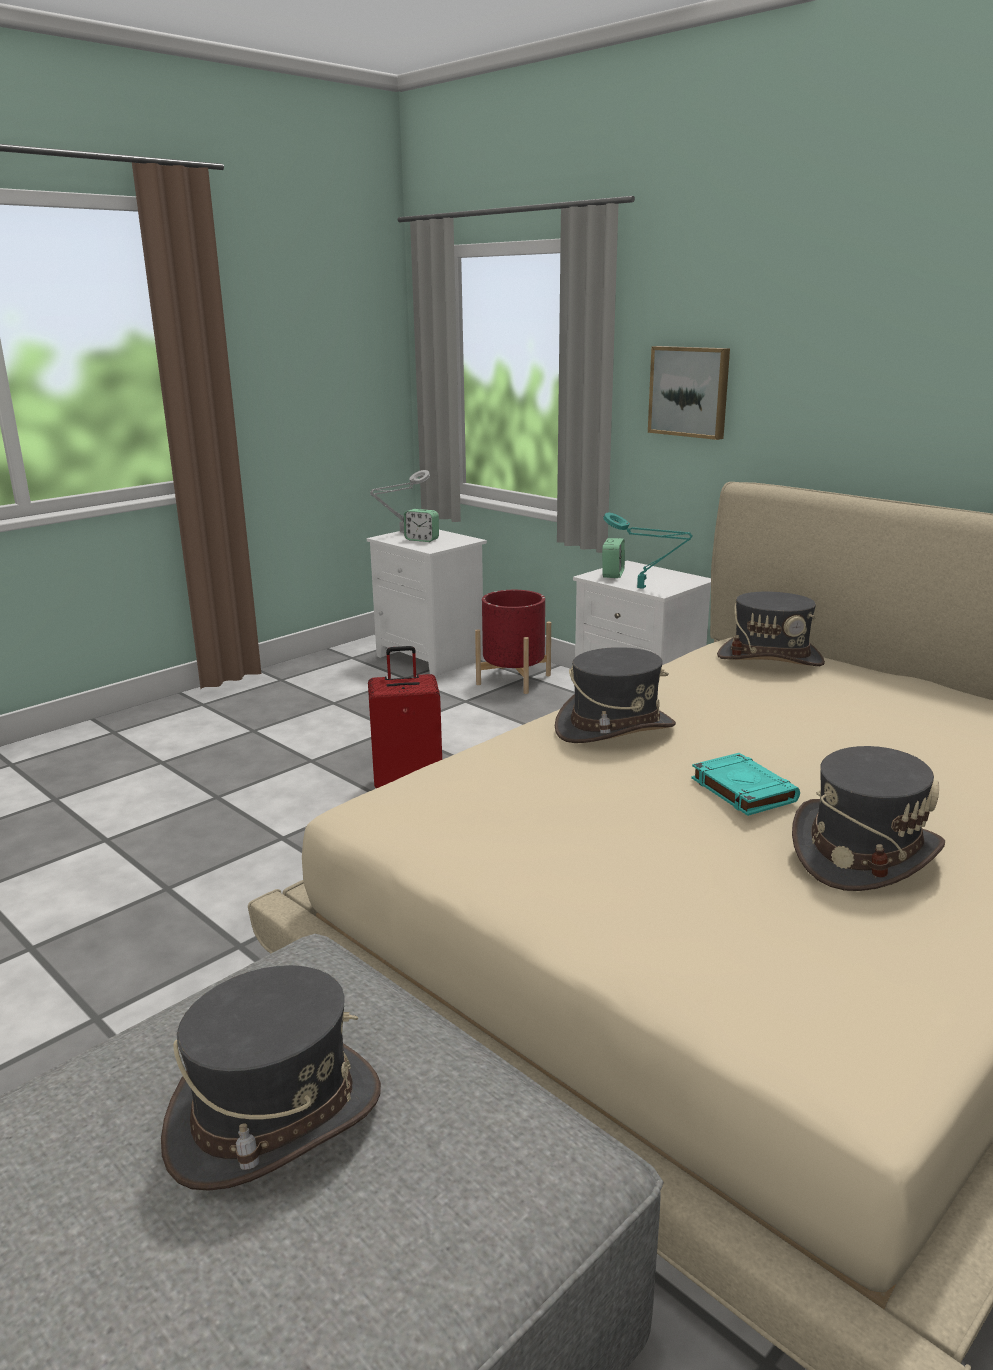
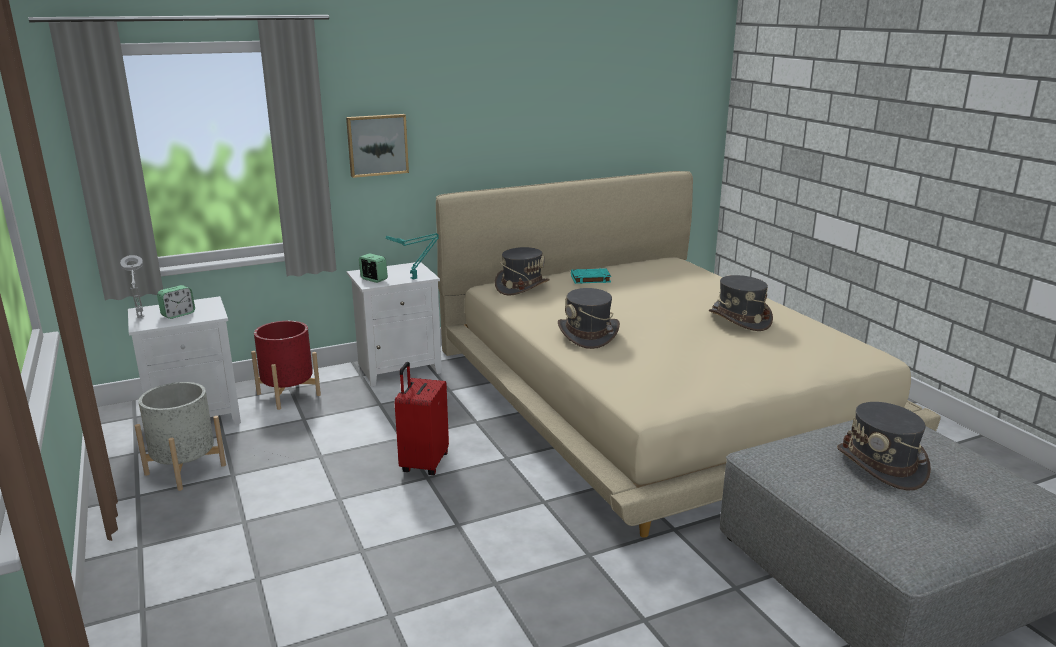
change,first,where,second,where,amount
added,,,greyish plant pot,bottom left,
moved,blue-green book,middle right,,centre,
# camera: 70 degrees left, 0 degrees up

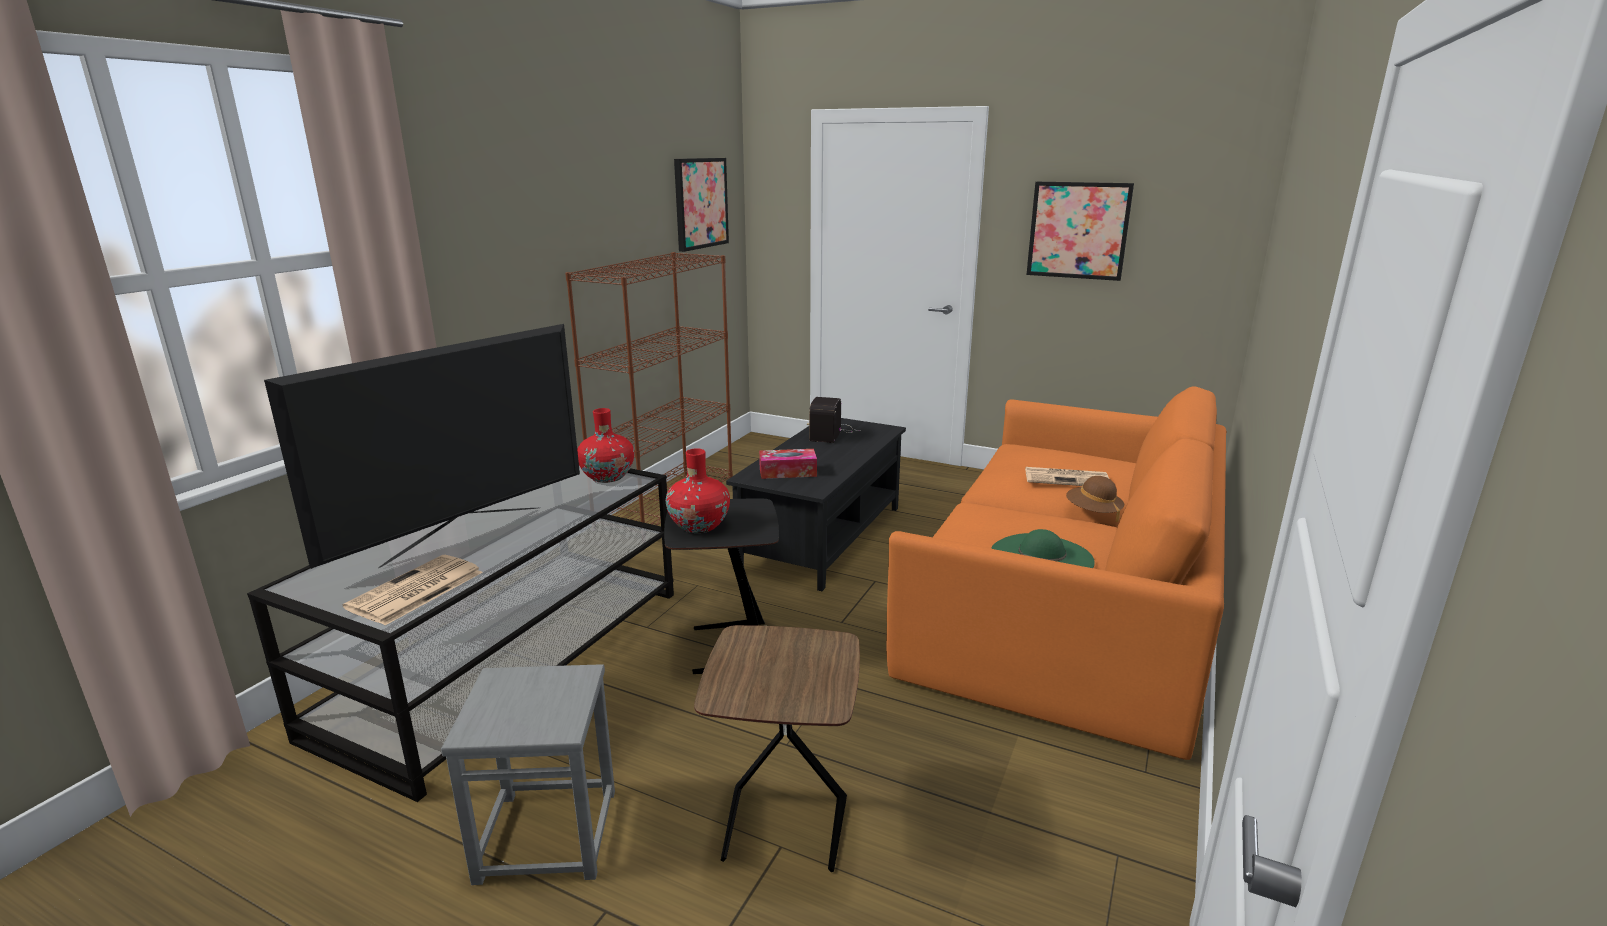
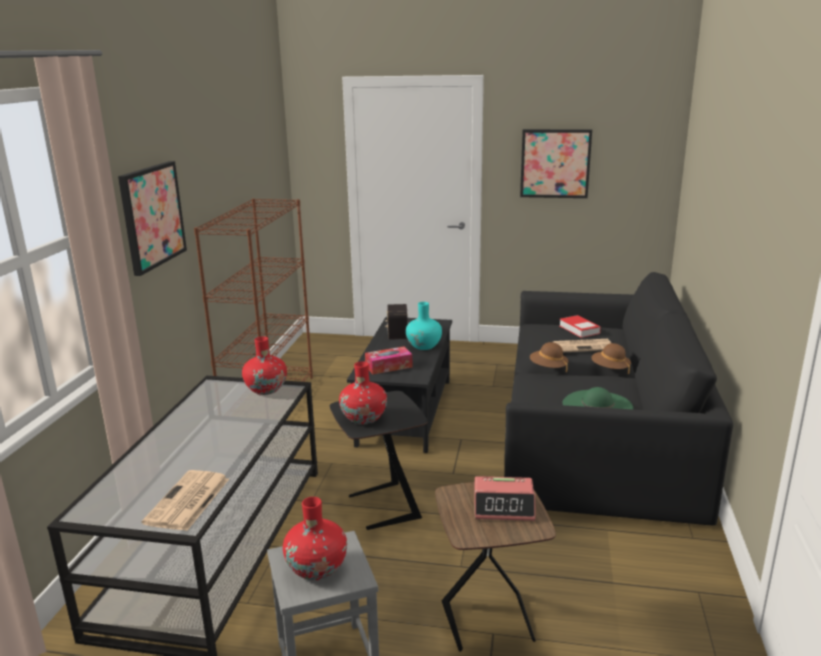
change,first,where,second,where,amount
removed,television,middle left,,,
added,,,red flower vase (2nd from left),bottom centre,
added,,,blue-green flower vase,centre,
added,,,bedside clock,bottom centre,
added,,,brownish wearable hat (1st from left),middle right,
added,,,book,middle right,
moved,wall picture (1st from left),top centre,,top left,
recoloured,orangey couch,centre,black couch,middle right,
# camera: 15 degrees left, 0 degrees up

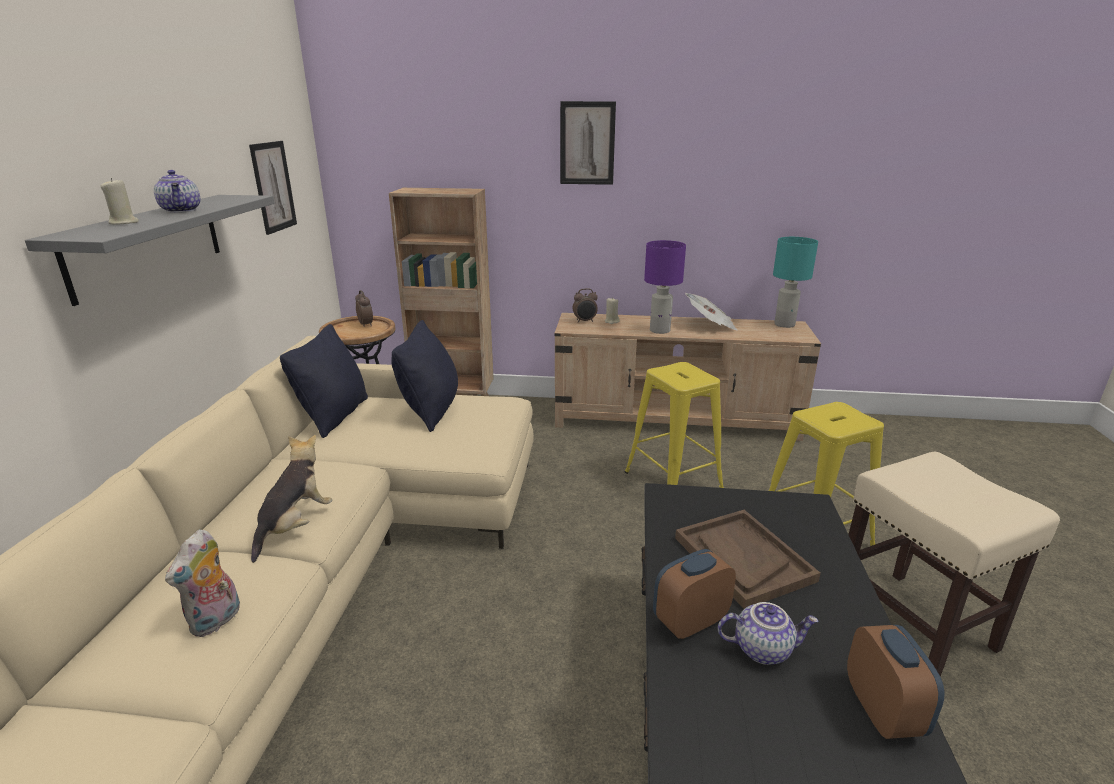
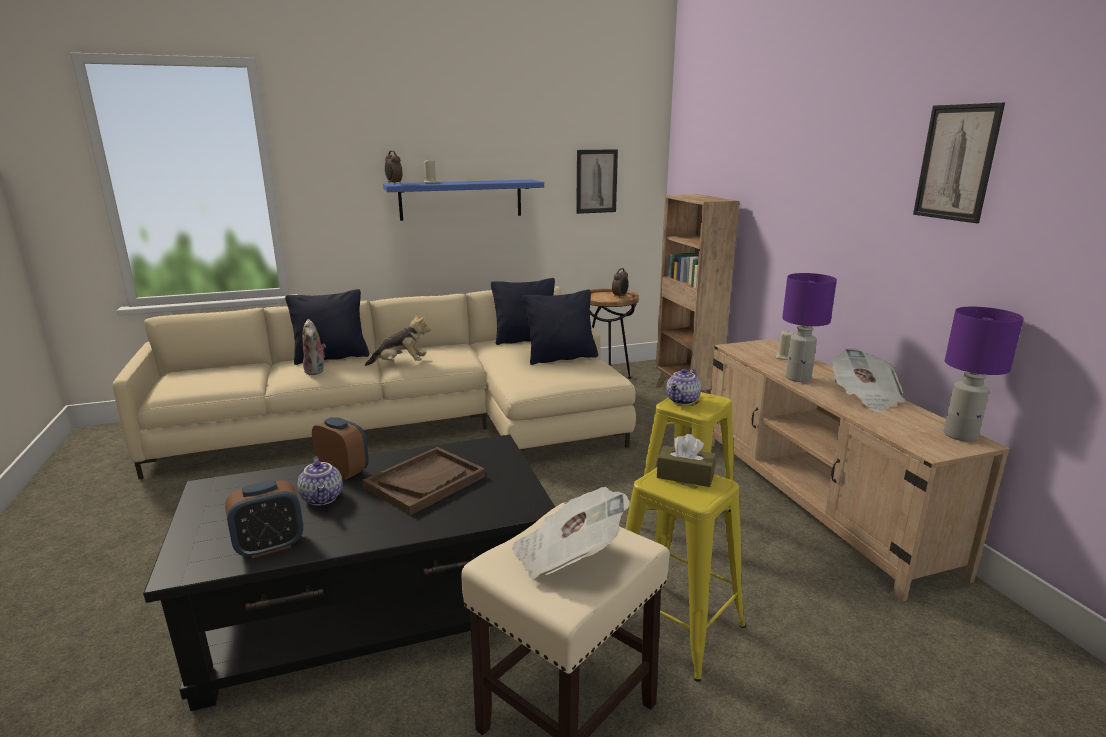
change,first,where,second,where,amount
added,,,black cushion (1st from left),middle left,
added,,,printed paper (1st from left),bottom centre,
added,,,brownish tissue box,centre,
moved,teapot (1st from left in the first image),top left,teapot (2nd from left),centre,
moved,wall picture (2nd from left),top centre,,top right,
moved,bedside clock (2nd from left in the first image),centre,bedside clock (3rd from left),top centre,
recoloured,greyish shelf,top left,bluish shelf,top centre,
recoloured,blue-green tabletop lamp,middle right,purplish tabletop lamp (2nd from left),middle right,
turned,plush toy (1st from left),bottom left,,middle left,105 degrees counterclockwise
# camera: 65 degrees right, 5 degrees down

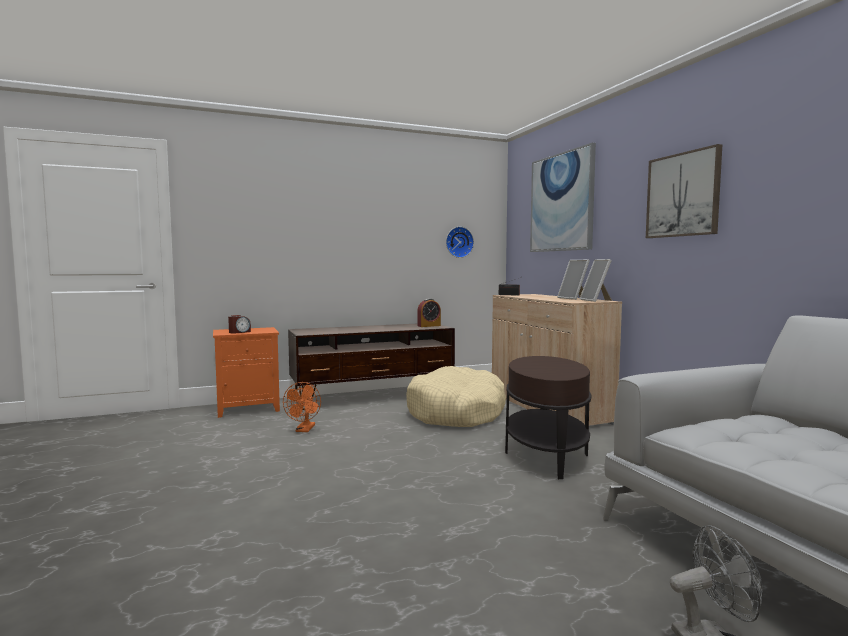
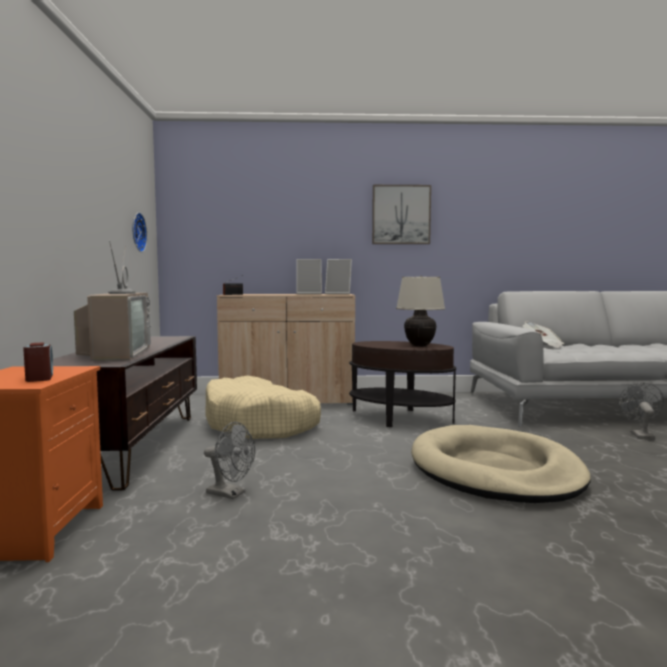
change,first,where,second,where,amount
removed,bedside clock (2nd from left),centre,,,
removed,wall picture (1st from left),top centre,,,
added,,,television,middle left,
added,,,beige-coloured tabletop lamp,centre,
added,,,beige-coloured dog cushion (2nd from left),bottom right,
added,,,printed paper,middle right,
recoloured,orangey electric fan,centre,greyish electric fan (1st from left),bottom centre,
# camera: 70 degrees left, 0 degrees up

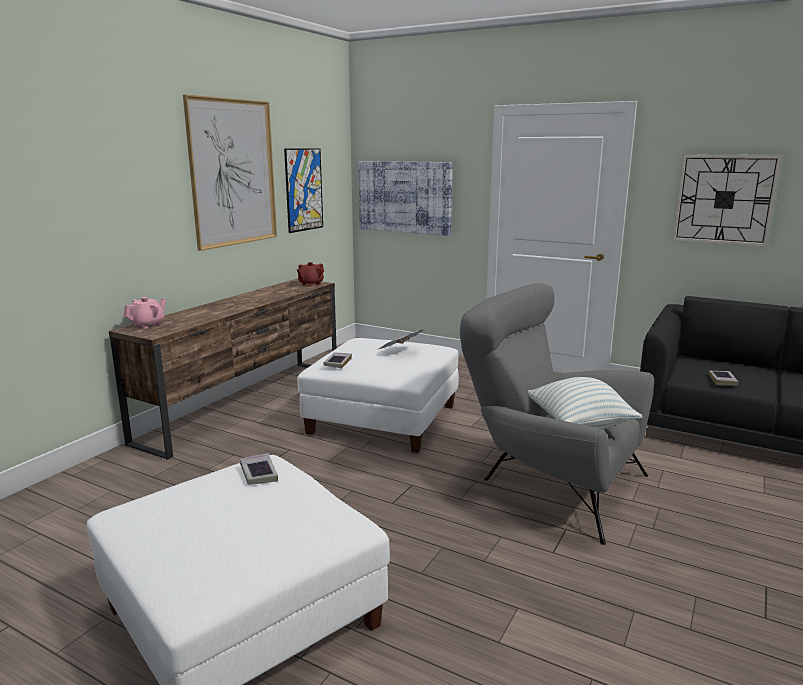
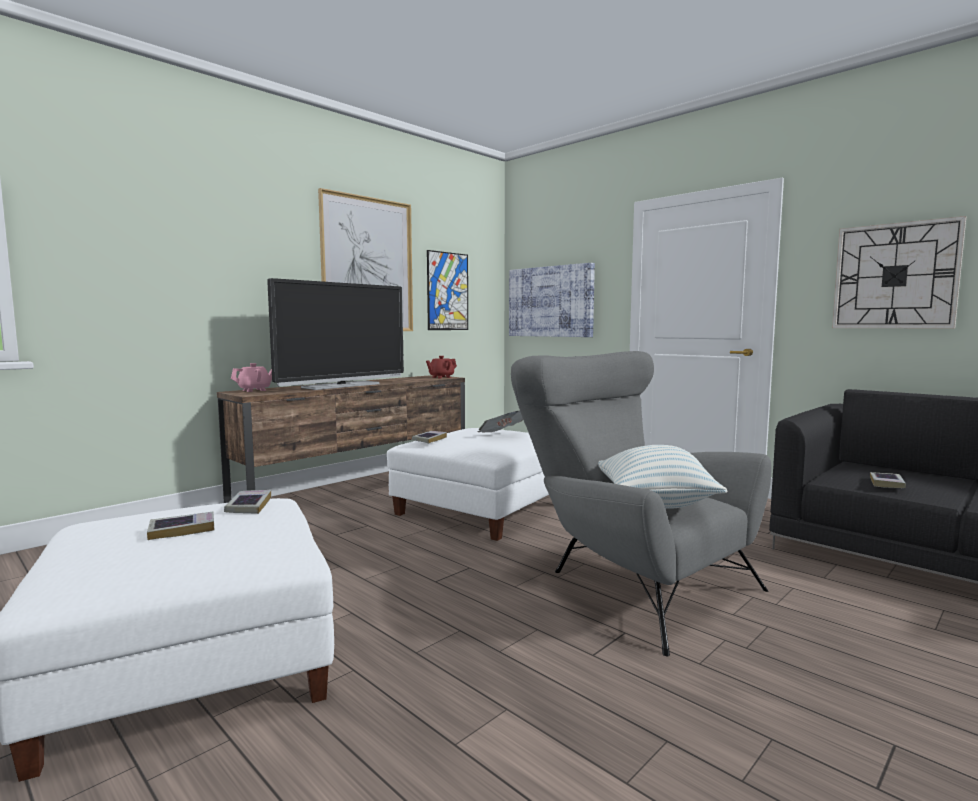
change,first,where,second,where,amount
added,,,book (1st from left),middle left,
added,,,television,centre,
# camera: 15 degrees right, 10 degrees down

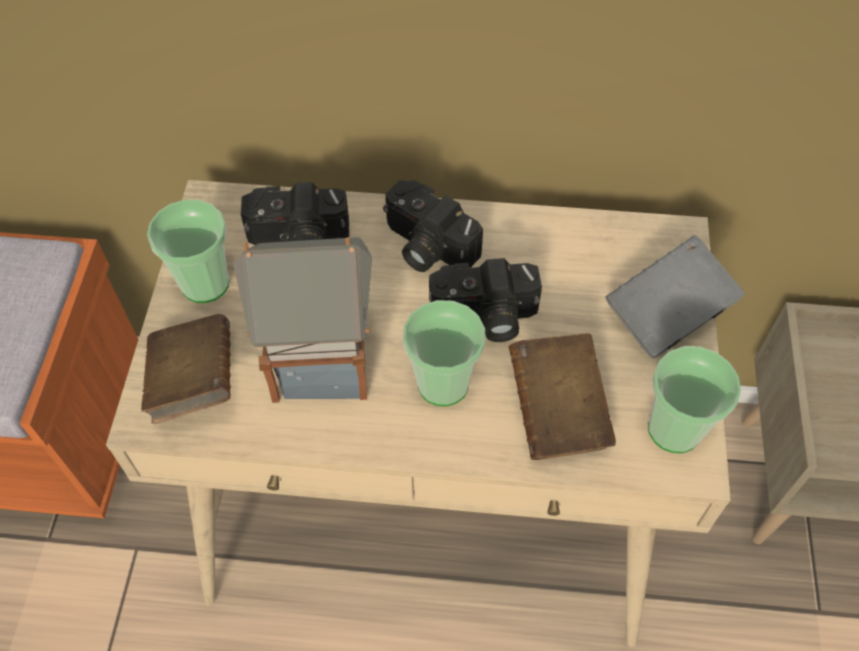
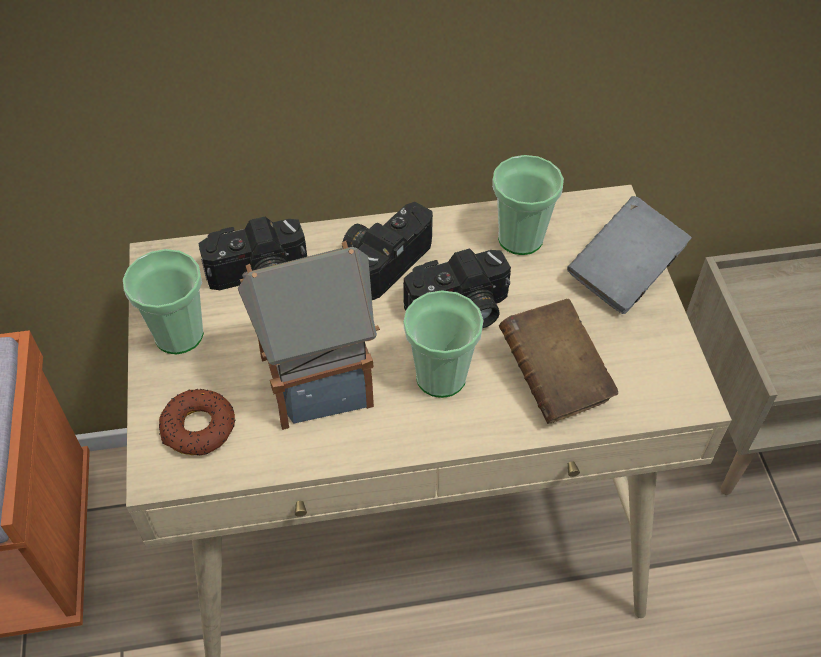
change,first,where,second,where,amount
moved,small cup (3rd from left),middle right,,top centre,
replaced,brownish book (1st from left),middle left,ring doughnut,middle left,
turned,photo camera (2nd from left),centre,,centre,105 degrees clockwise
# camera: 15 degrees left, 5 degrees down

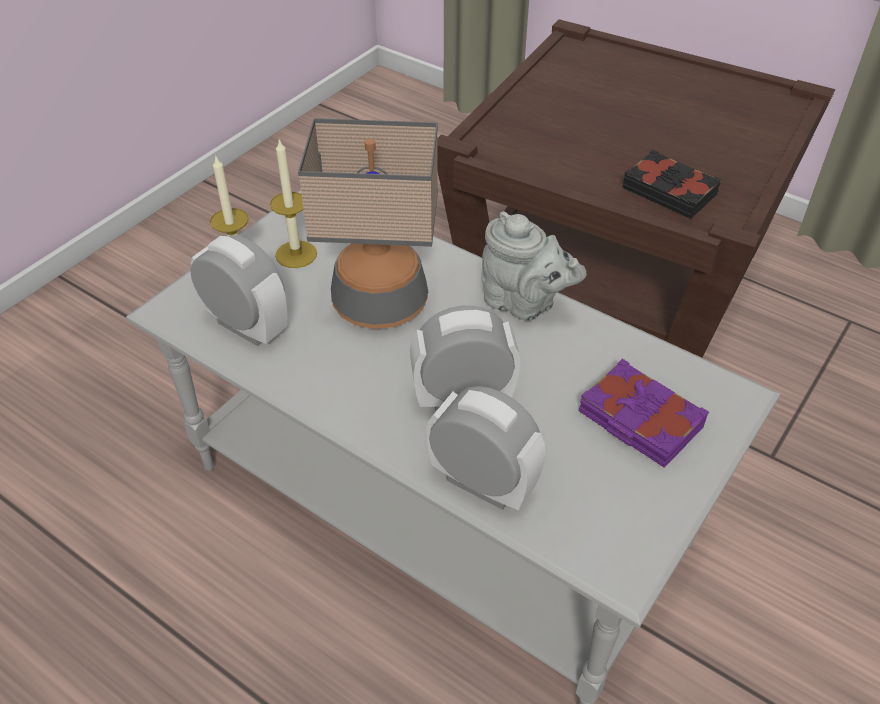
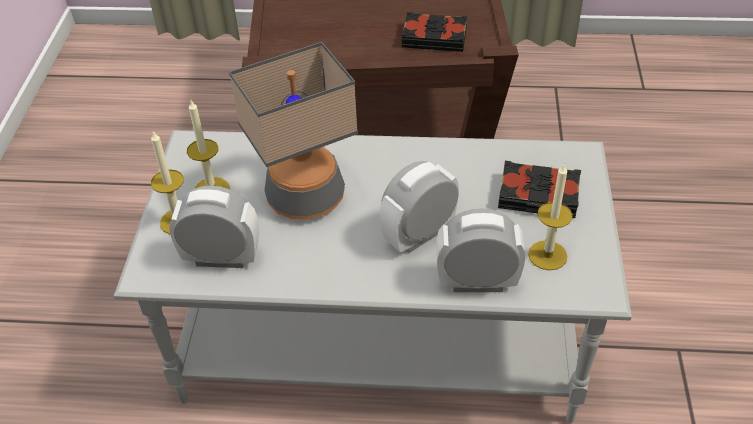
change,first,where,second,where,amount
removed,greyish teapot,centre,,,
added,,,wax candle (3rd from left),middle right,
recoloured,purplish book,middle right,black book (2nd from left),middle right,
# camera: 30 degrees left, 0 degrees up

